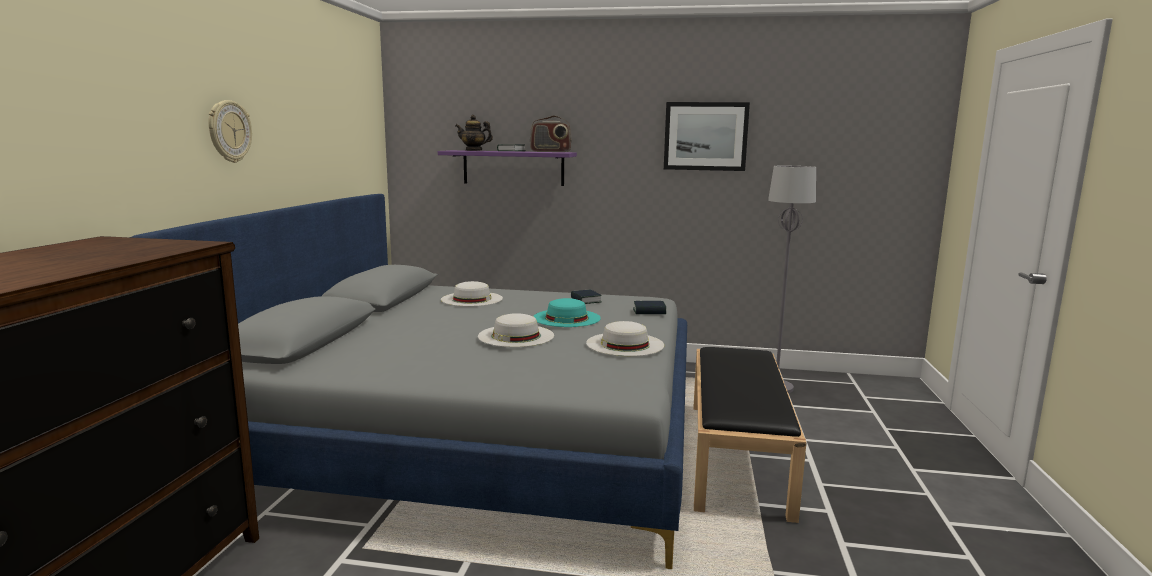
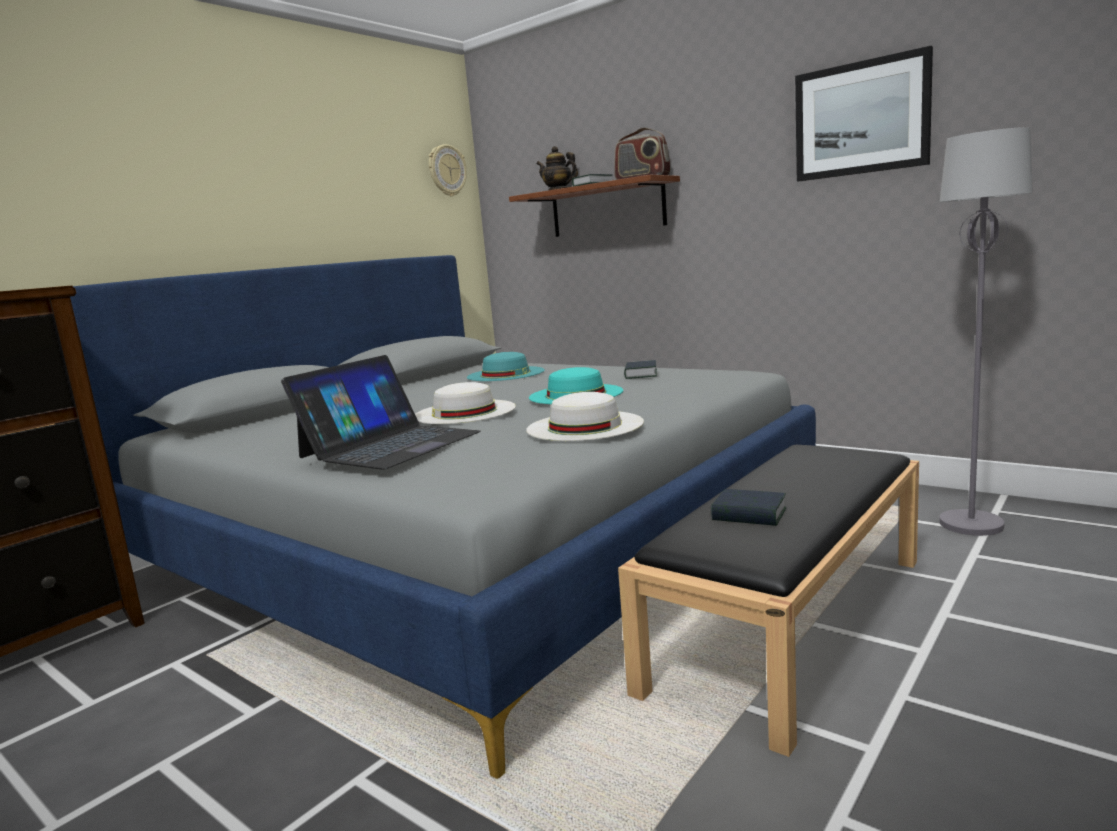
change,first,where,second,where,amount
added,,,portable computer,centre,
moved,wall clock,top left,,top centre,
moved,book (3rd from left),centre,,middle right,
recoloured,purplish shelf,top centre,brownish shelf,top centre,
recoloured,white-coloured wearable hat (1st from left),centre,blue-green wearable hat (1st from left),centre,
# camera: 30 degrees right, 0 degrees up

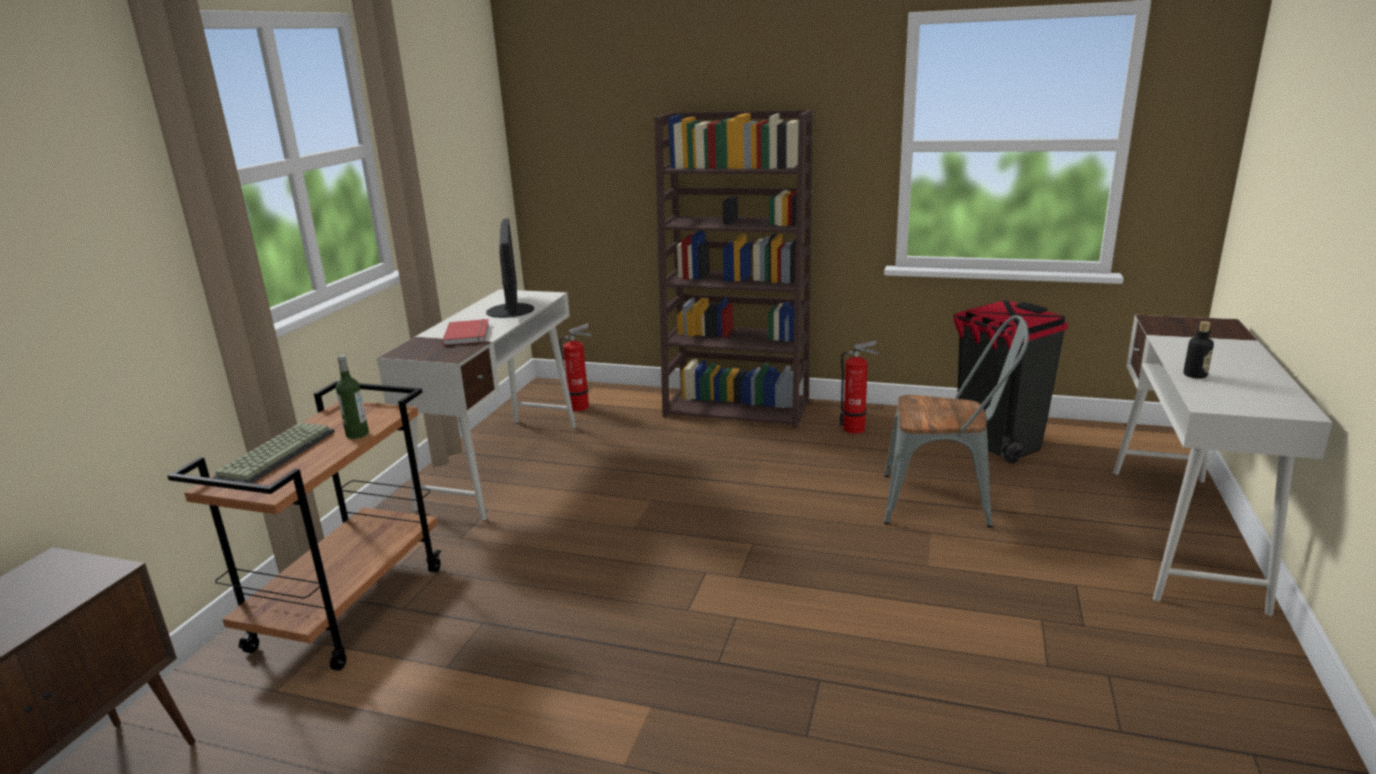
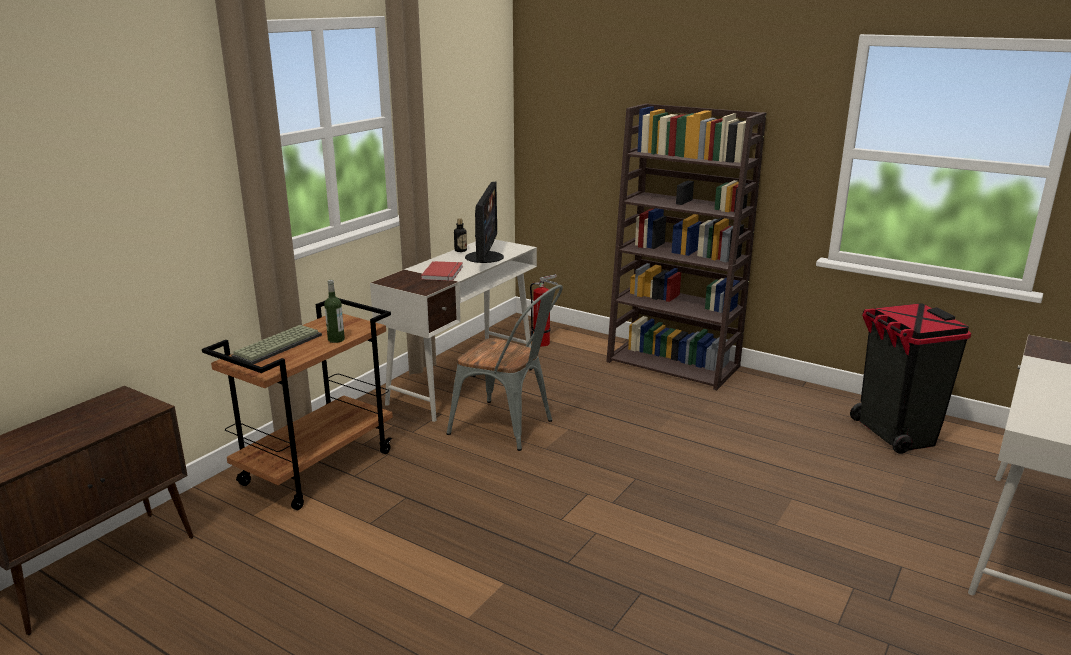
change,first,where,second,where,amount
removed,fire extinguisher (2nd from left),centre,,,
moved,greyish upright chair,middle right,,centre,
moved,bottle (2nd from left),middle right,,centre,
# camera: 15 degrees right, 0 degrees up

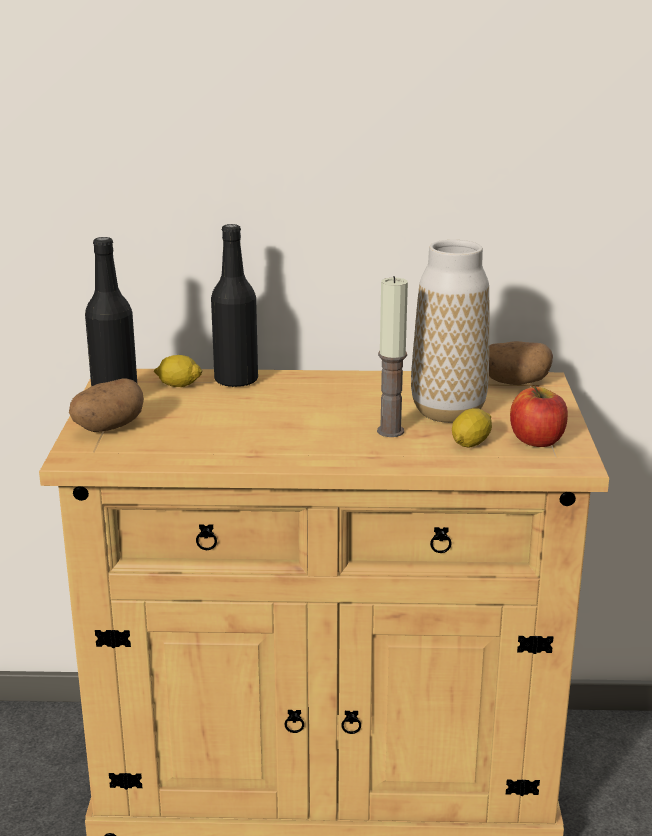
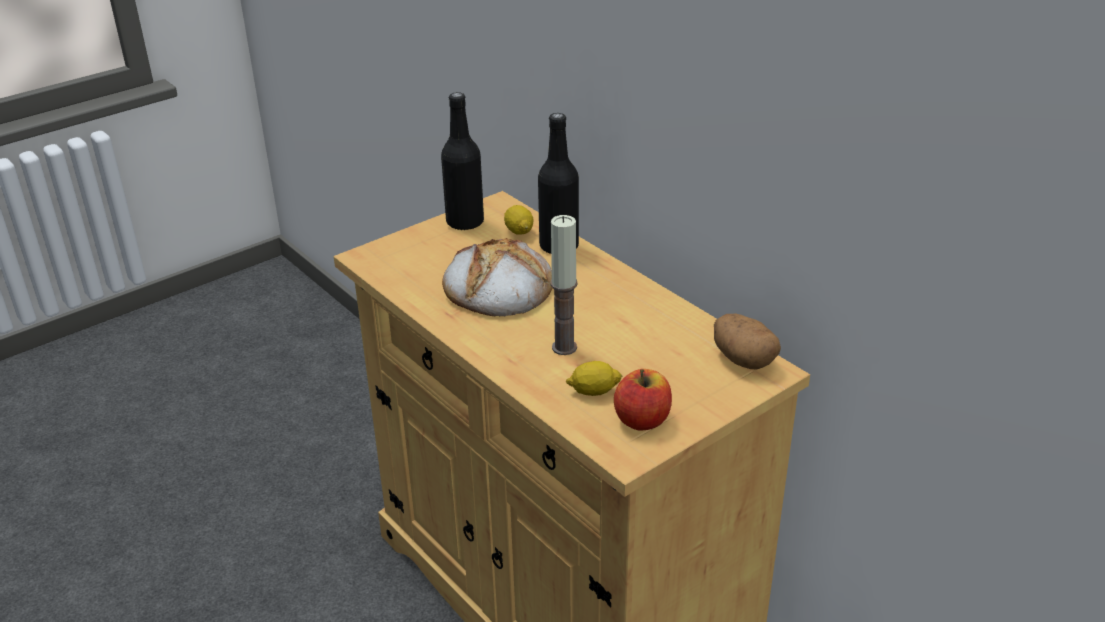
change,first,where,second,where,amount
removed,spud (1st from left),middle left,,,
removed,flower vase,middle right,,,
added,,,baked bread,centre,
# camera: 50 degrees right, 10 degrees up

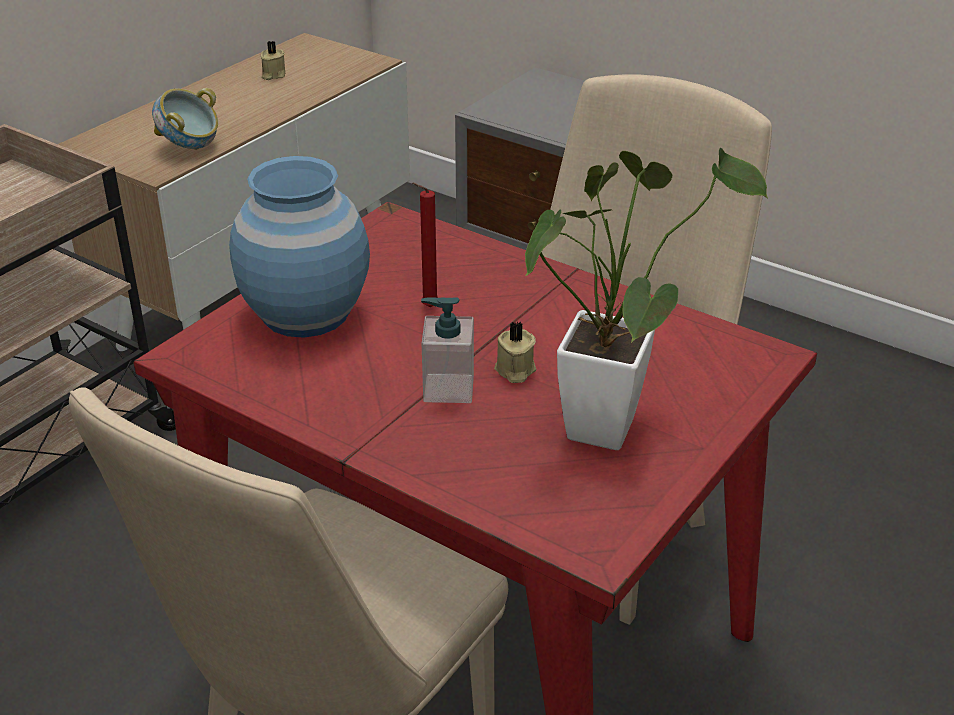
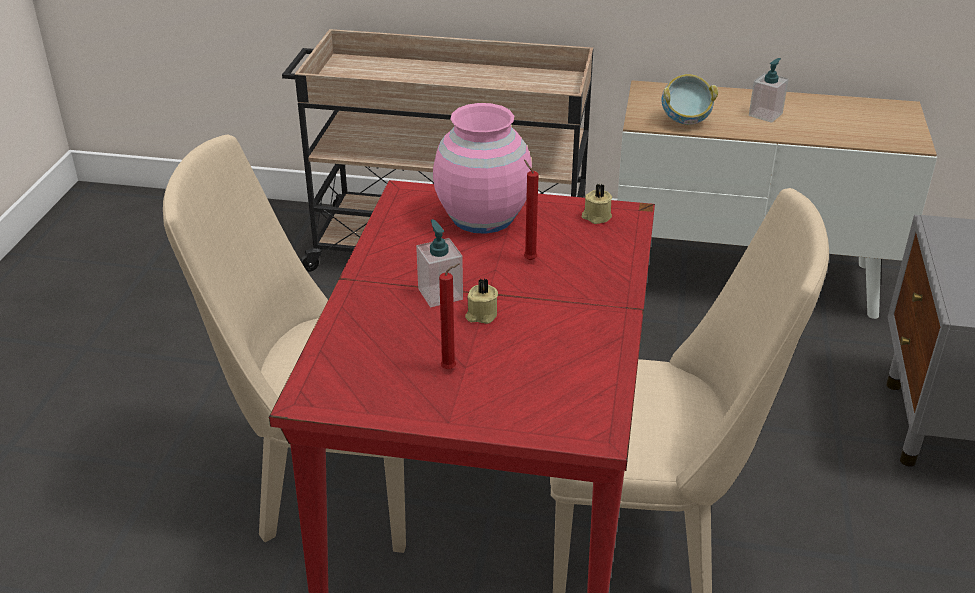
change,first,where,second,where,amount
added,,,soap bottle (2nd from left),top right,
moved,beige-coloured wax candle (1st from left in the first image),top left,beige-coloured wax candle (2nd from left),centre,
replaced,potted plant,middle right,red wax candle (1st from left),centre,
recoloured,bluish flower vase,middle left,pink flower vase,top centre,
# camera: 65 degrees right, 0 degrees up

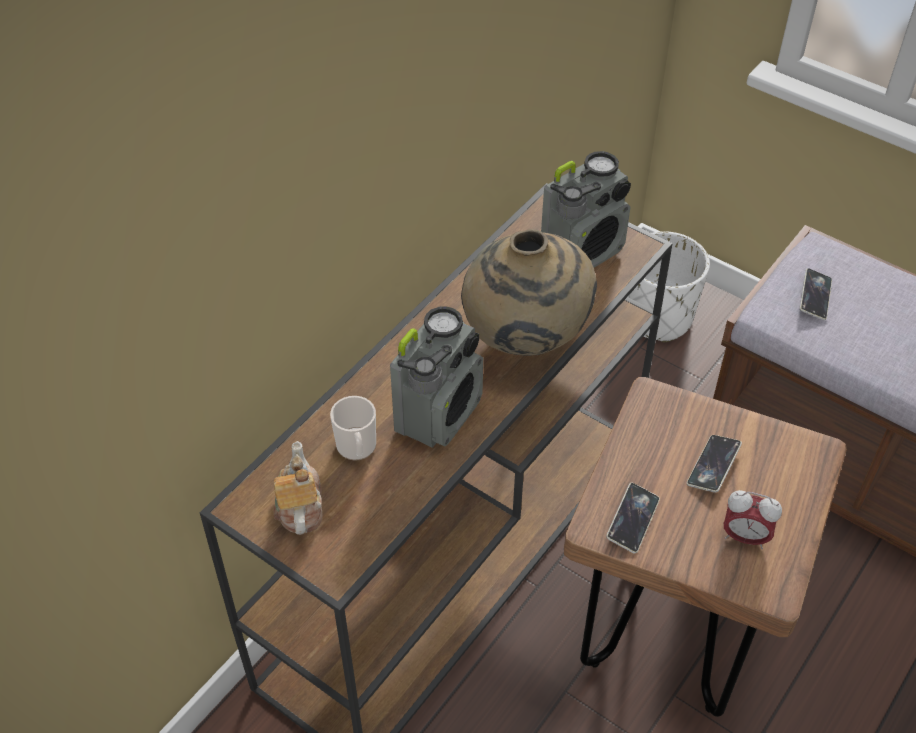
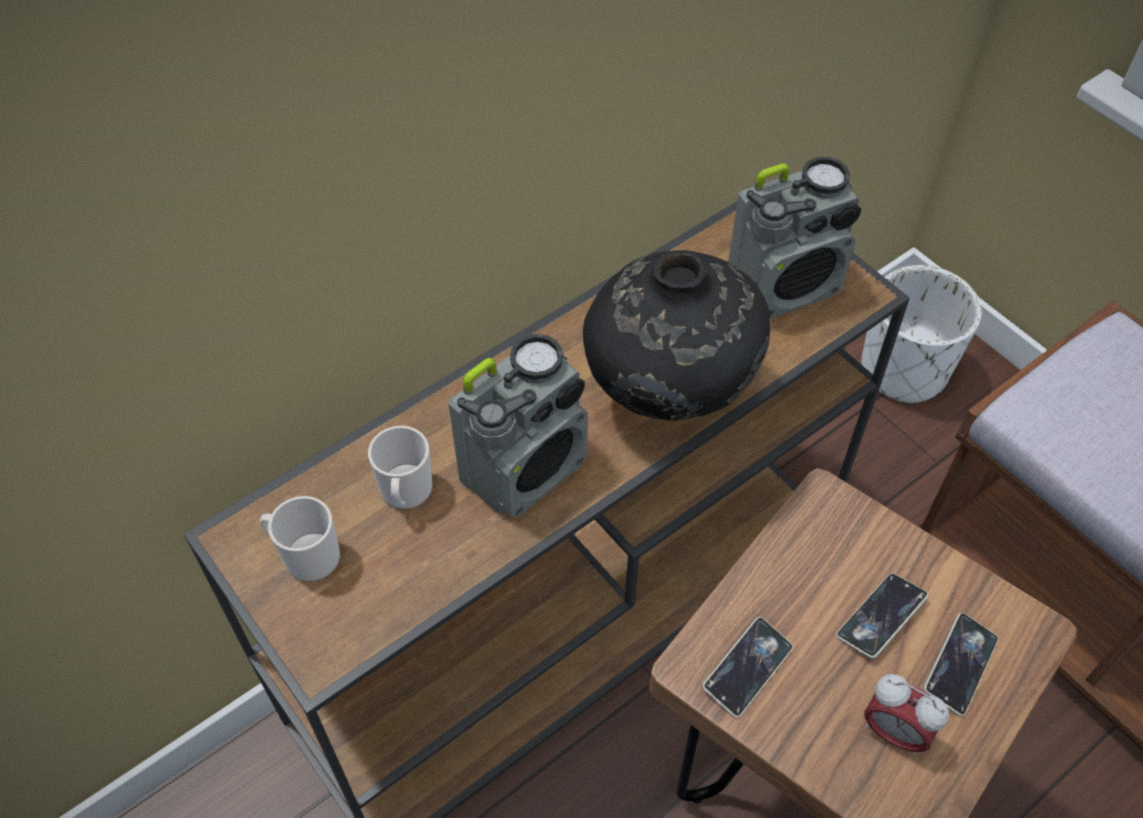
change,first,where,second,where,amount
moved,telephone (3rd from left),middle right,,bottom right,
replaced,teapot,middle left,tea mug (1st from left),middle left,
recoloured,beige-coloured flower vase,centre,black flower vase,centre,
# camera: 15 degrees right, 5 degrees up

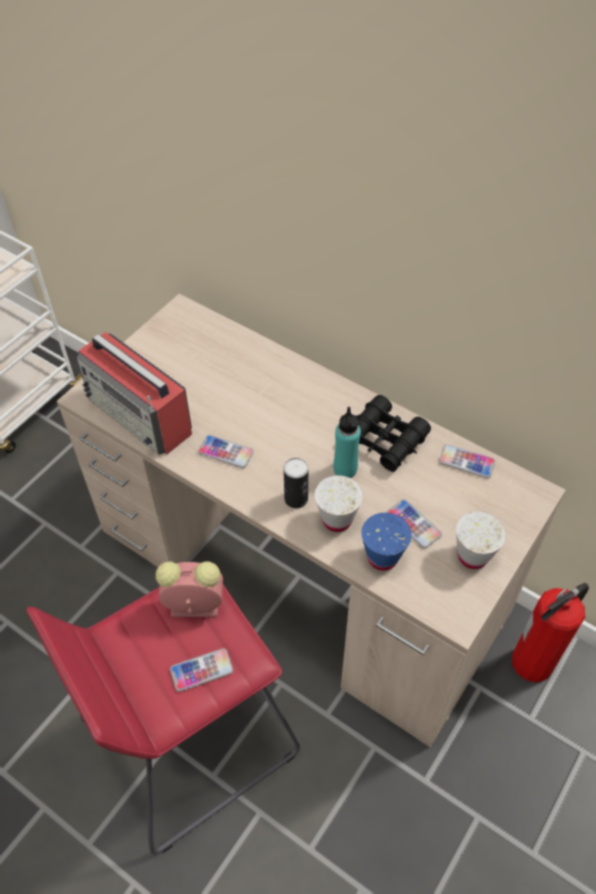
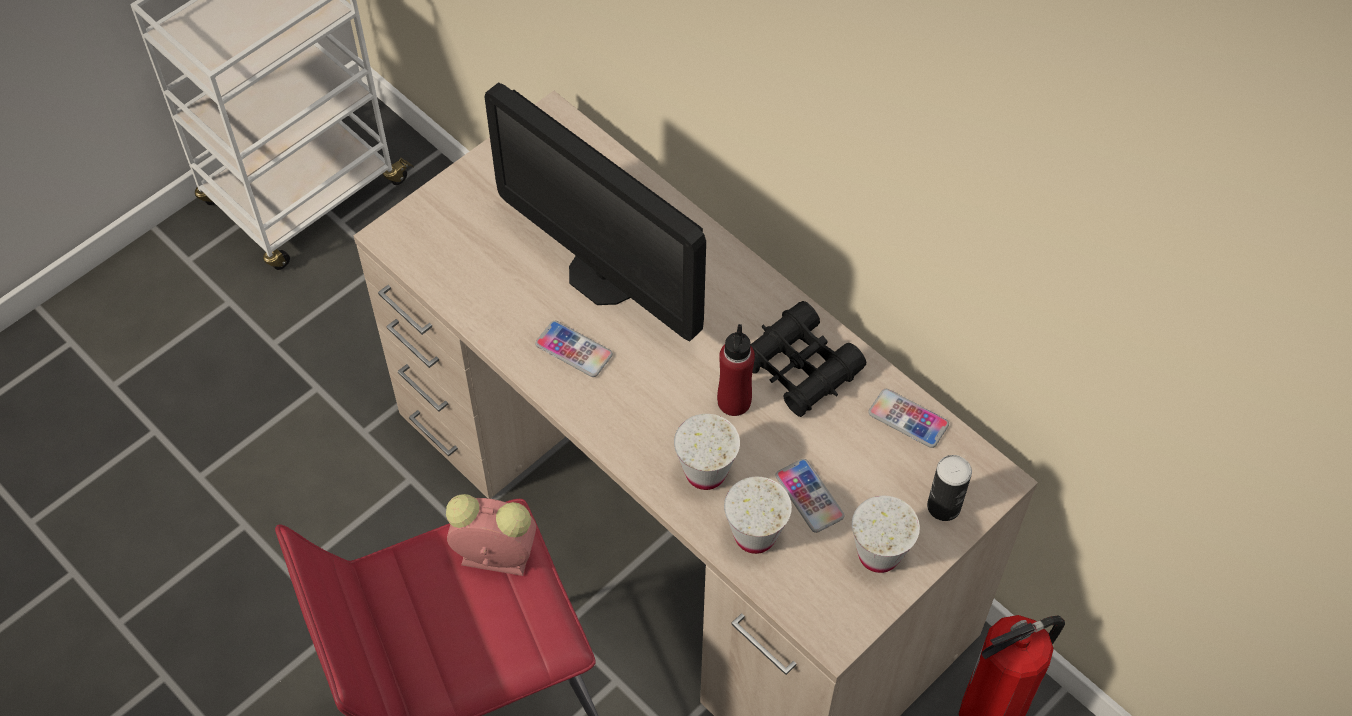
change,first,where,second,where,amount
removed,radio receiver,middle left,,,
removed,telephone (1st from left),bottom centre,,,
added,,,computer screen,top centre,
moved,sealed can,centre,,bottom right,
recoloured,blue-green bottle,centre,red bottle,centre,
recoloured,bluish small cup,centre,white-coloured small cup (2nd from left),bottom centre,
# camera: 10 degrees right, 5 degrees up

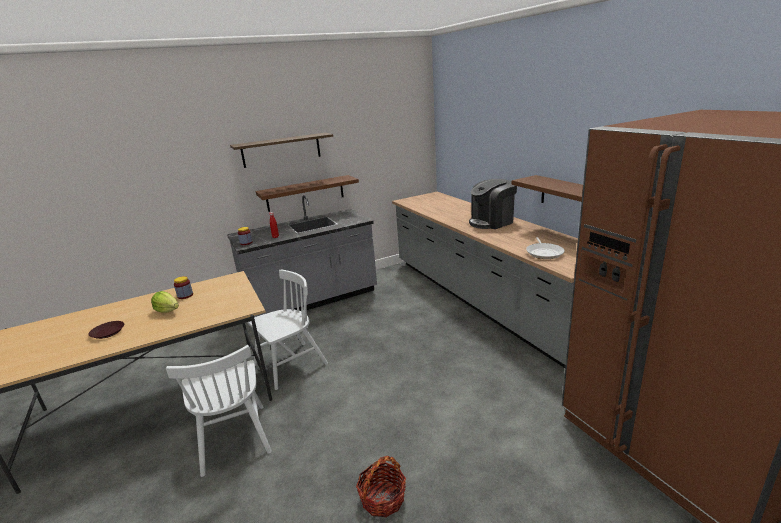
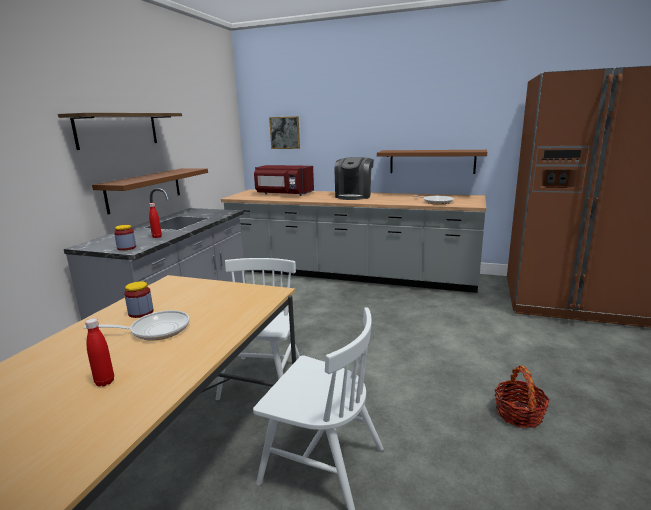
change,first,where,second,where,amount
added,,,red microwave,centre,
added,,,wall picture,top centre,
replaced,brownish plate,middle left,red bottle (1st from left),bottom left,
replaced,head of lettuce,middle left,skillet (1st from left),middle left,
# camera: 45 degrees left, 5 degrees down

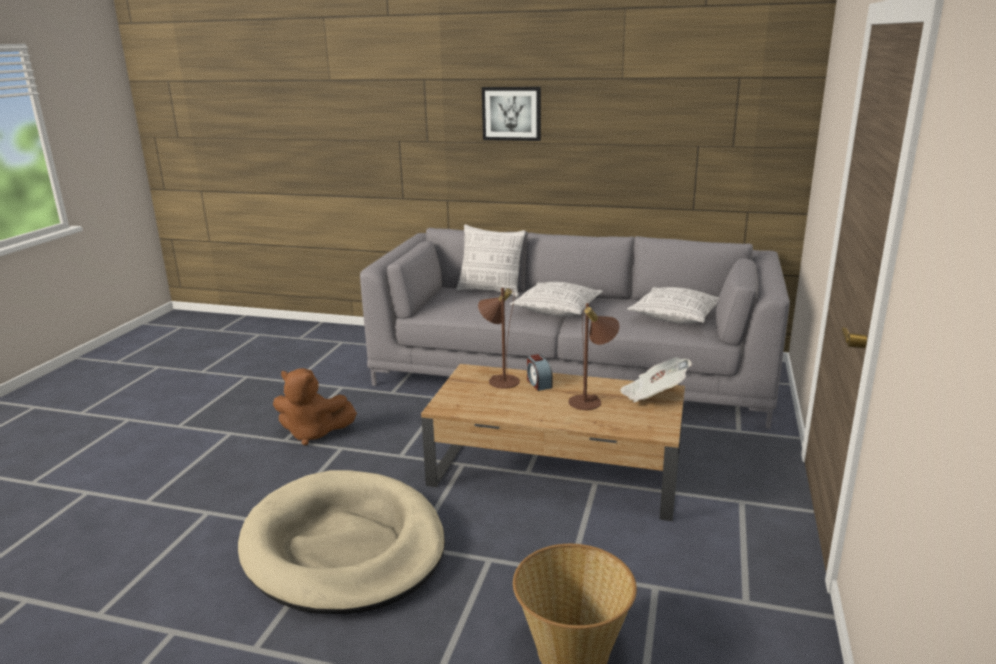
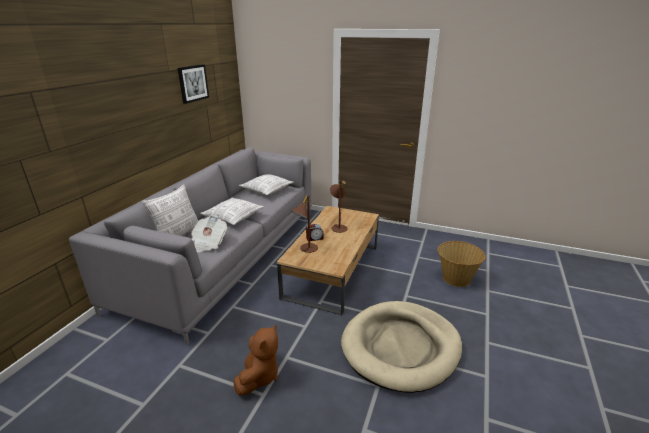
change,first,where,second,where,amount
moved,wall picture,top centre,,top left,
moved,printed paper,centre,,middle left,
# camera: 85 degrees left, 5 degrees up

